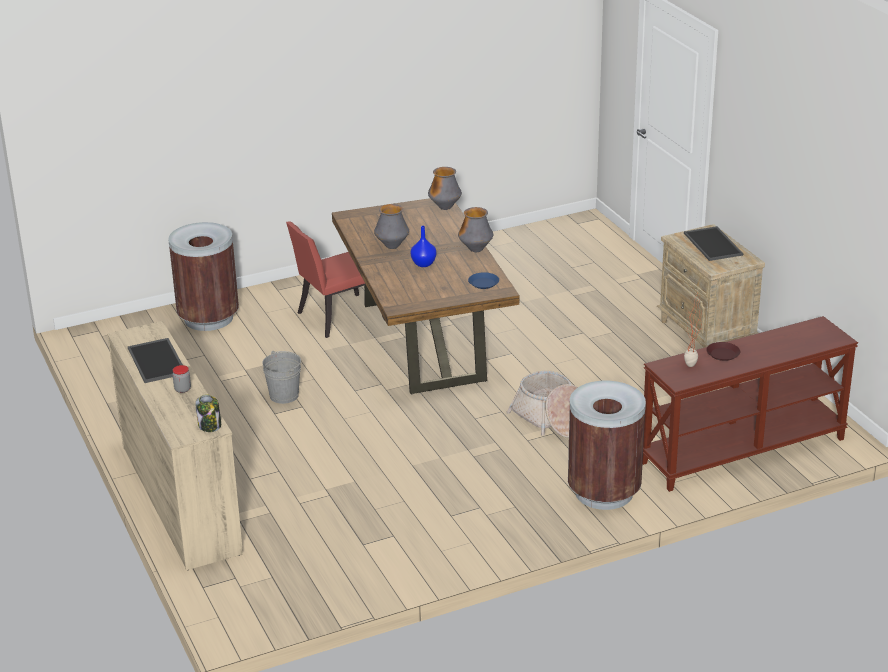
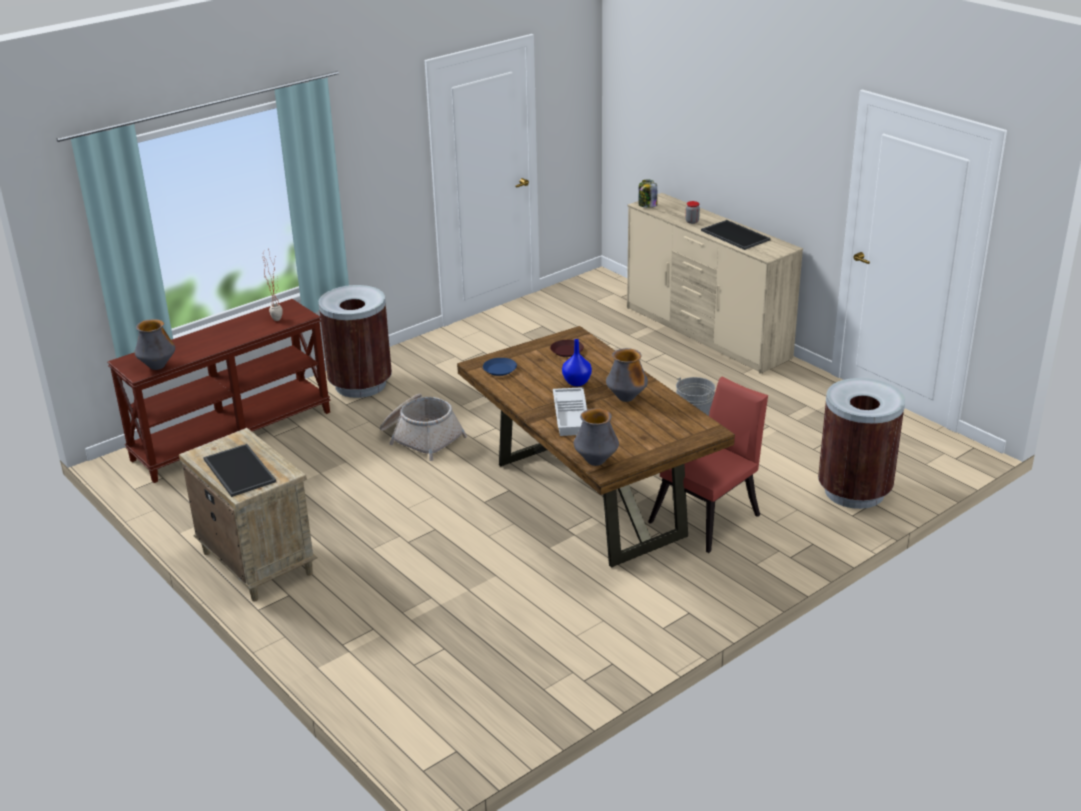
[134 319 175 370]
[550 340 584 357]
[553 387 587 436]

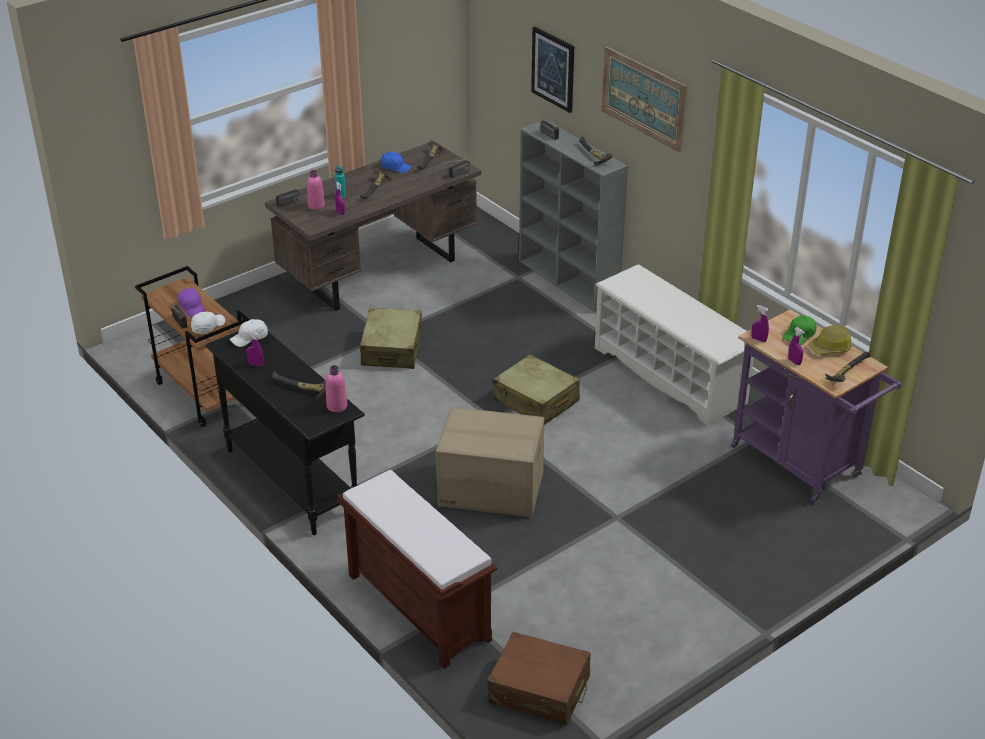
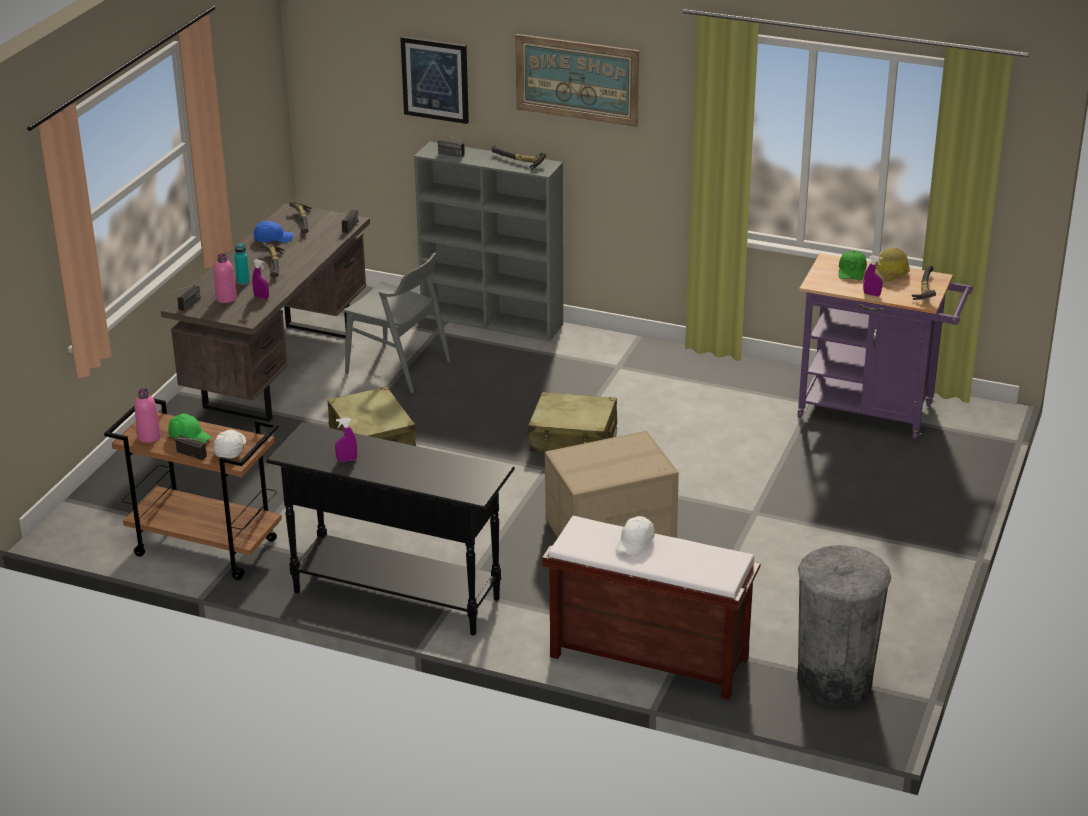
[168 413 211 443]
[616 516 655 556]
[272 371 326 401] (first image)
[134 388 161 443]
[797 545 891 706]
[595 264 754 427] (first image)
[751 305 769 342] (first image)
[344 253 451 393]

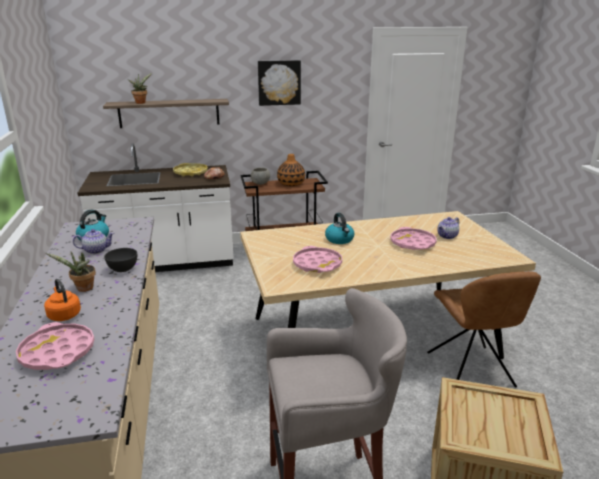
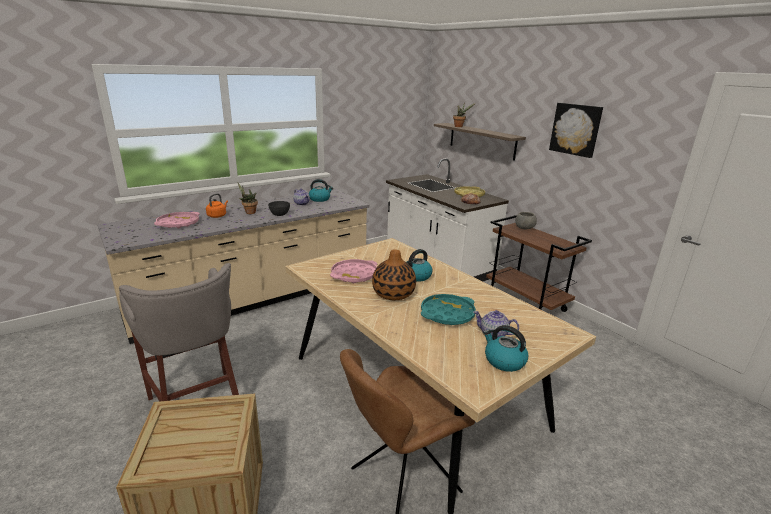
[372 249 416 300]
[421 294 476 325]
[483 325 528 372]

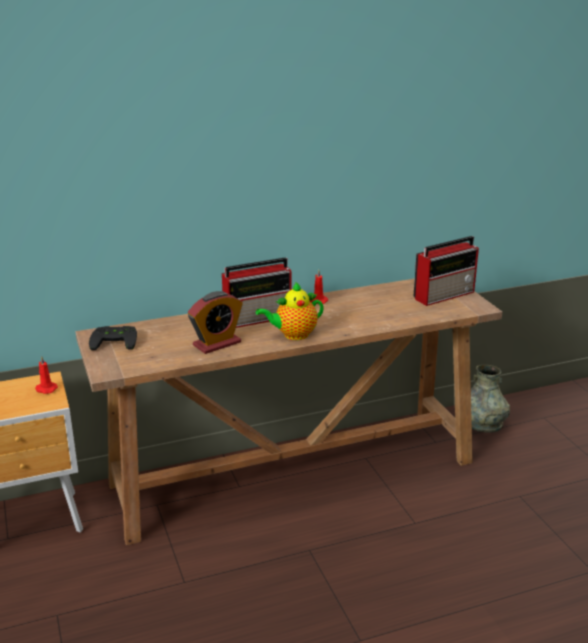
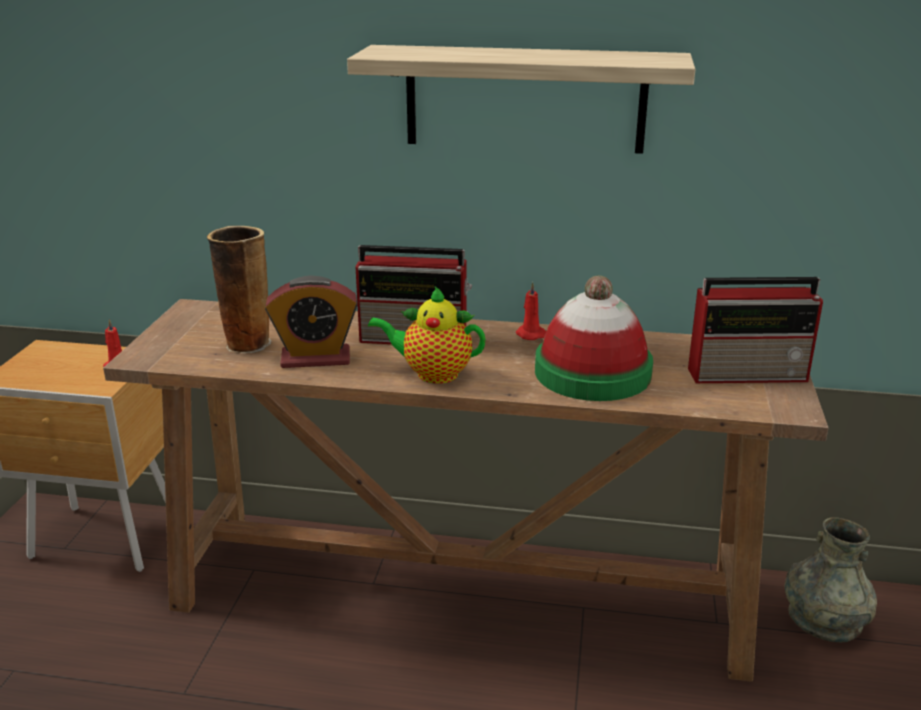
[89 326 137 350] (first image)
[207 226 271 353]
[347 45 695 154]
[535 275 653 401]

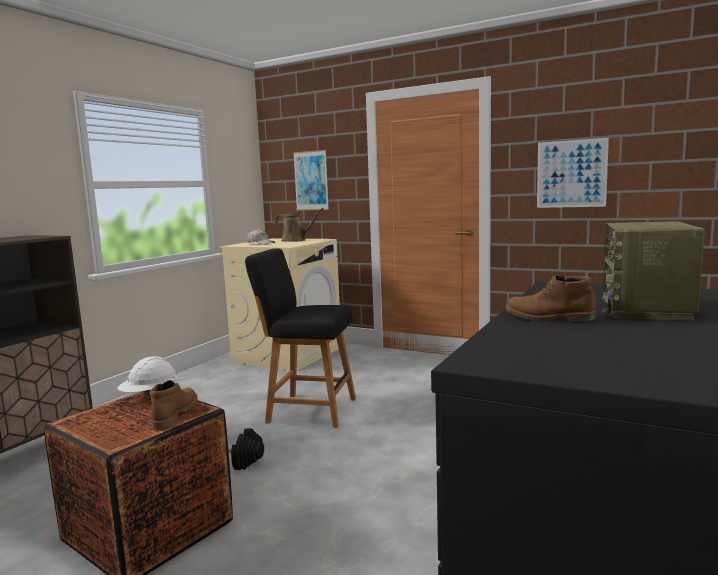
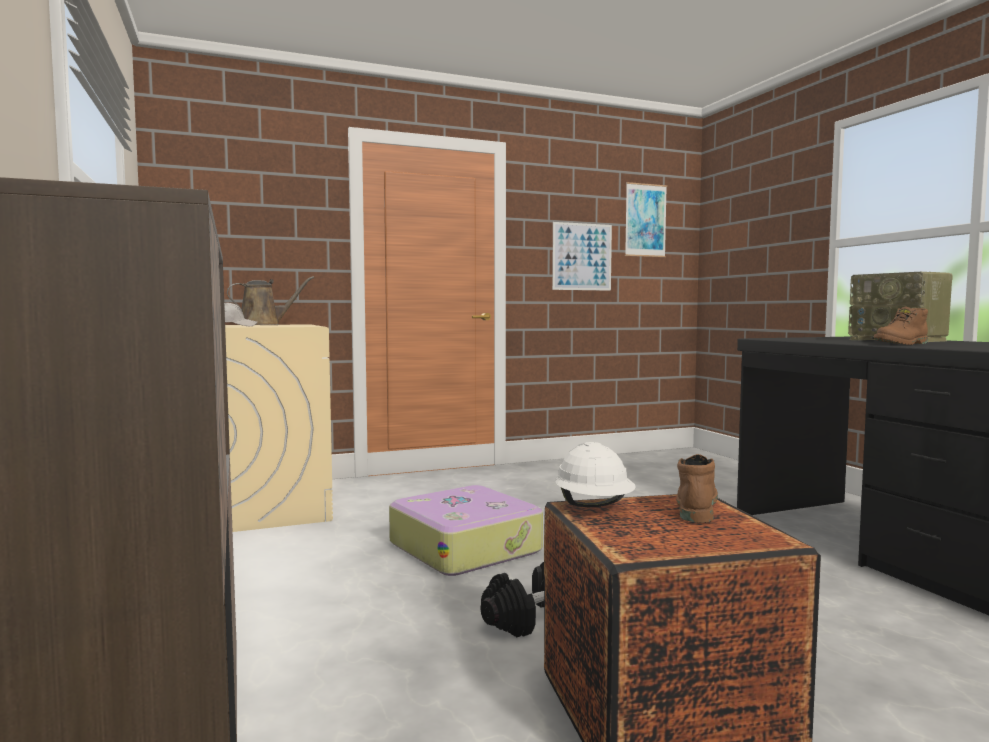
[676 454 718 523]
[389 485 543 576]
[625 182 667 257]

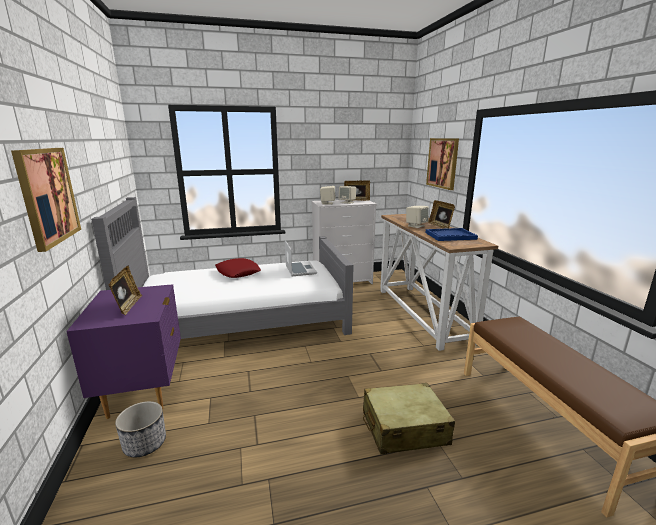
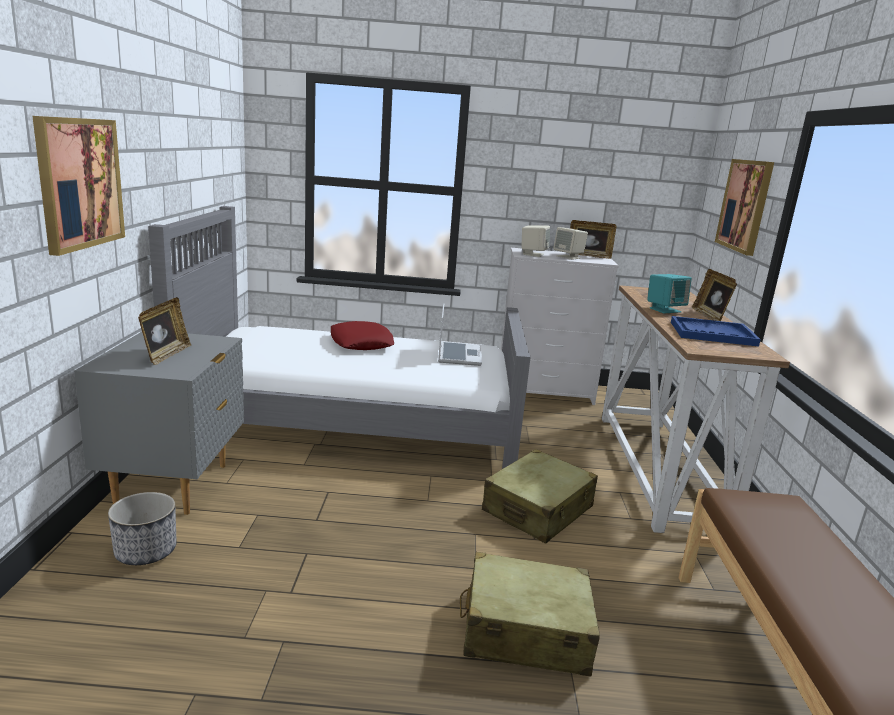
[74 332 244 515]
[647 274 692 314]
[482 449 598 544]

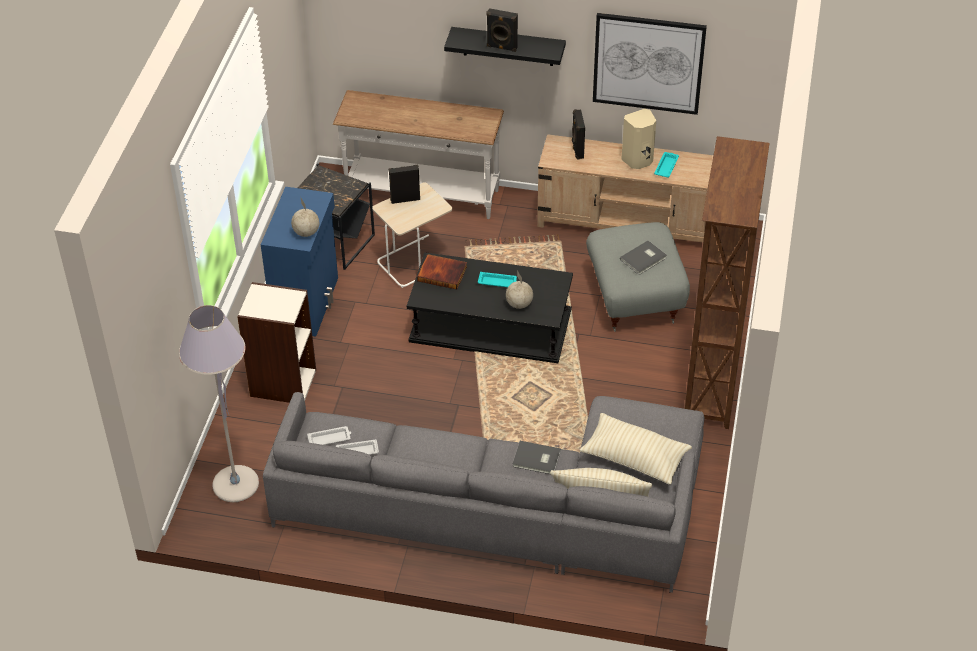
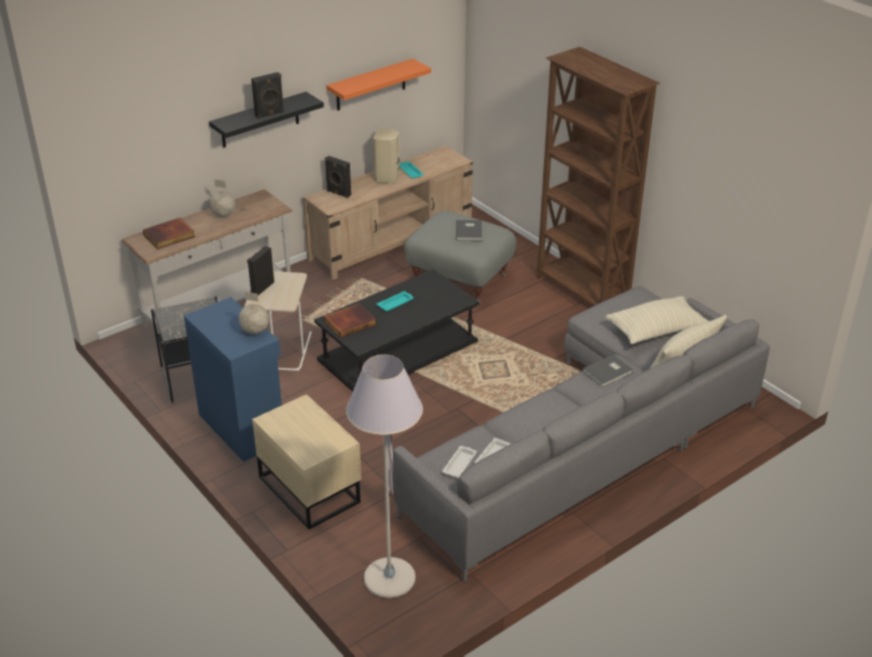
[252 394 361 529]
[209 179 236 217]
[326 59 431 110]
[143 218 195 249]

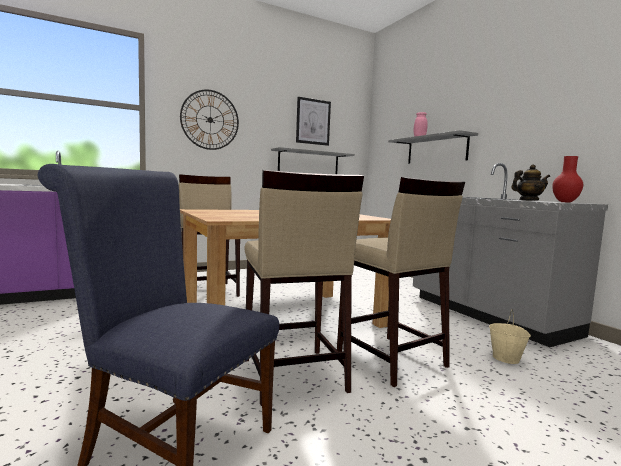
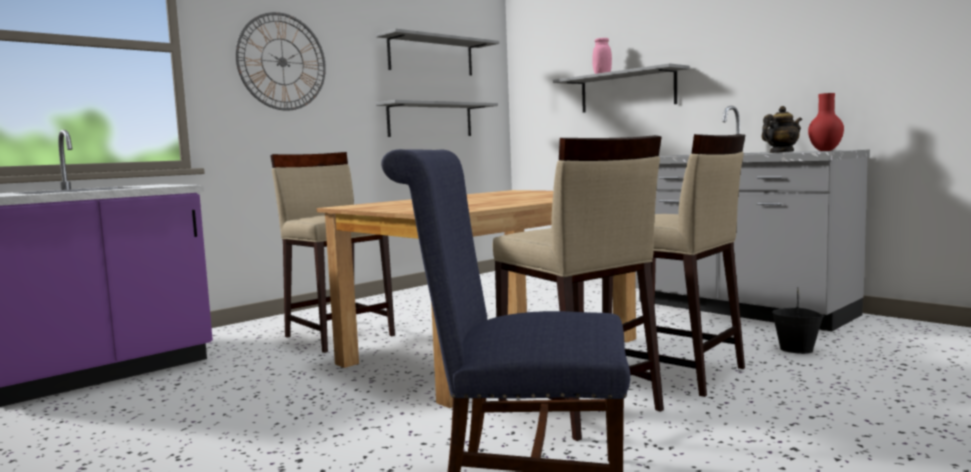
[376 29 499 76]
[772 288 824 354]

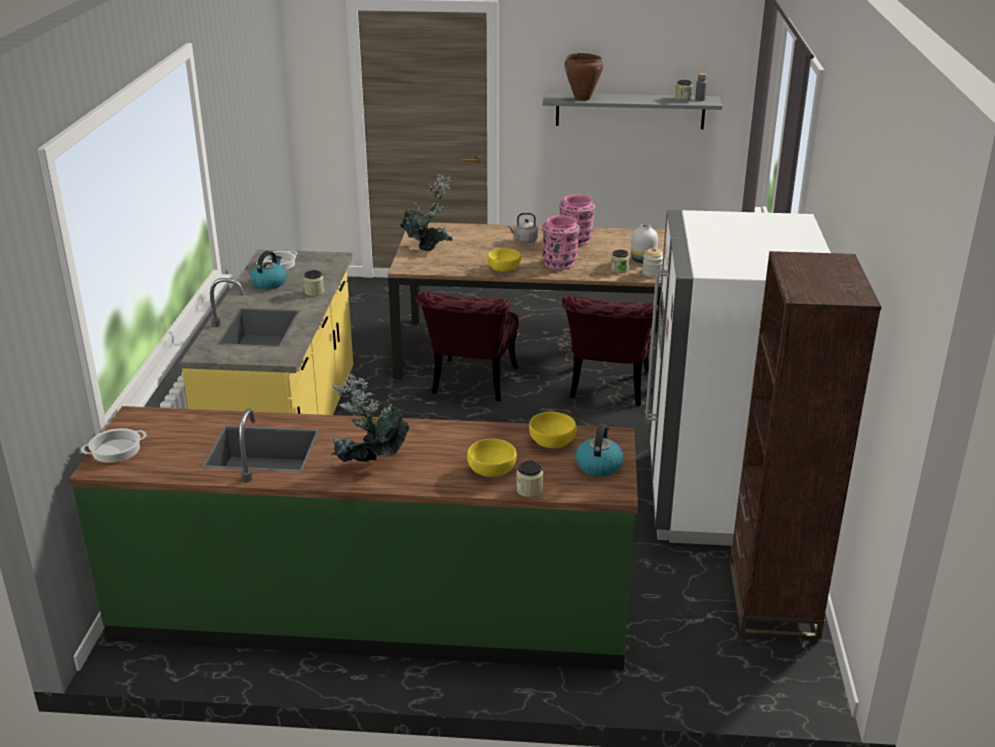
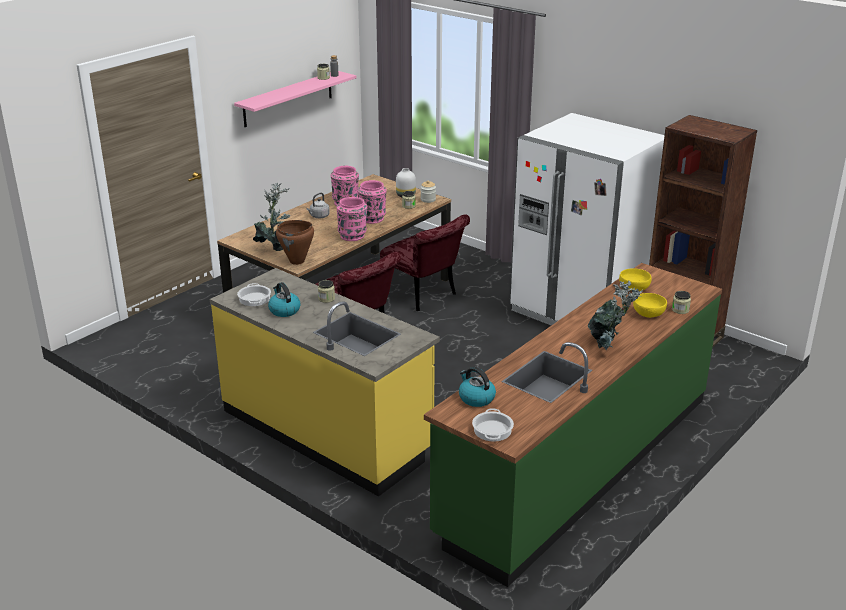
[336 197 367 241]
[234 71 356 127]
[276 220 314 265]
[459 367 496 407]

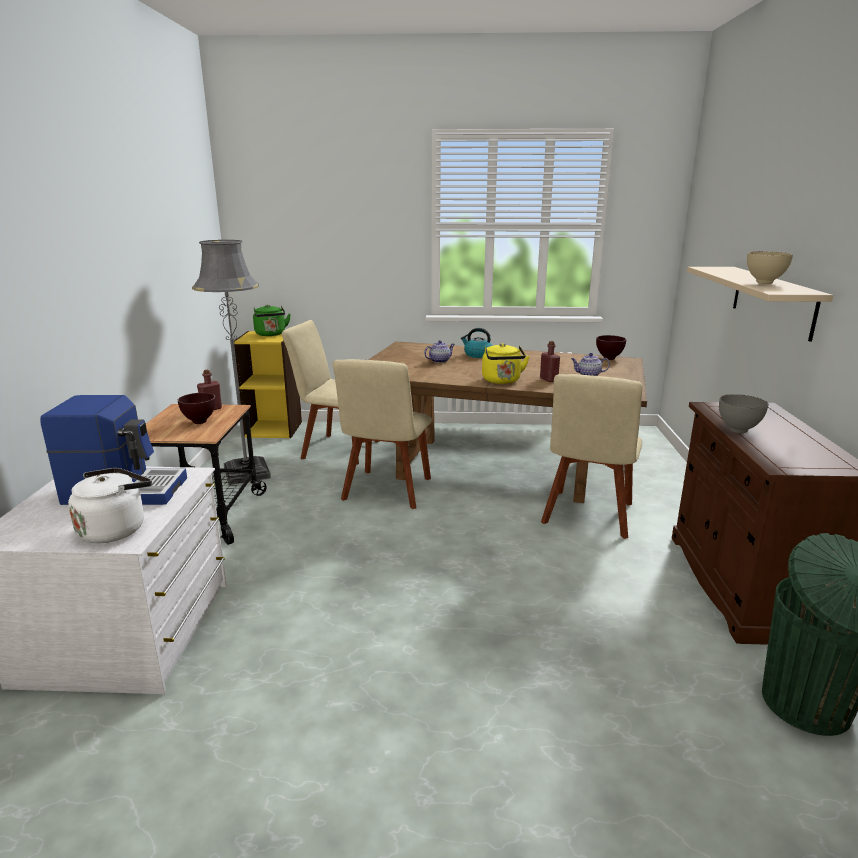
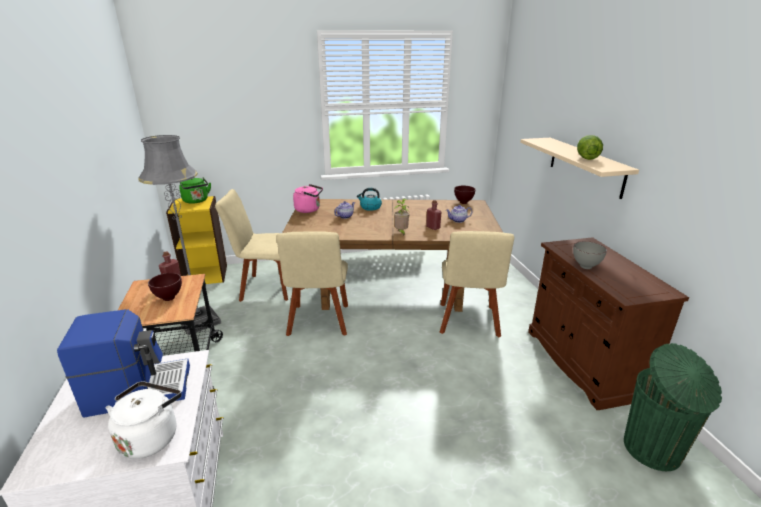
[394 199 410 235]
[577 135 603 160]
[293 184 323 213]

